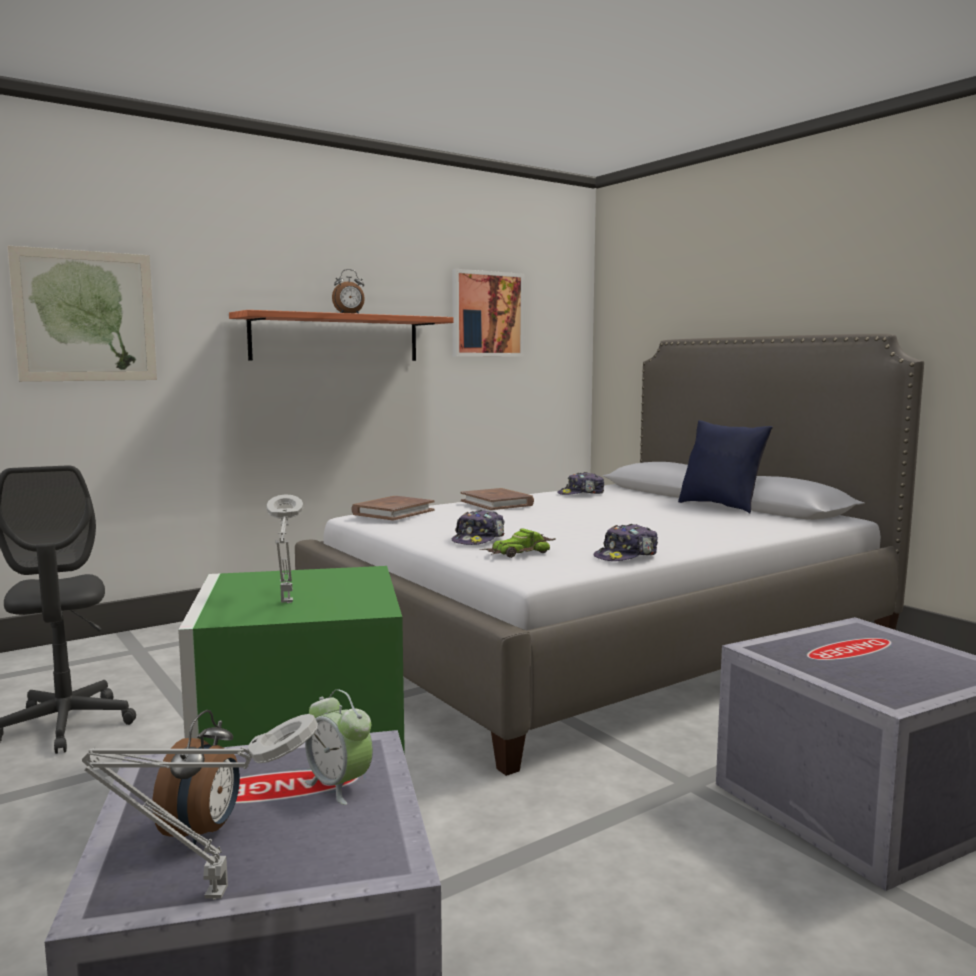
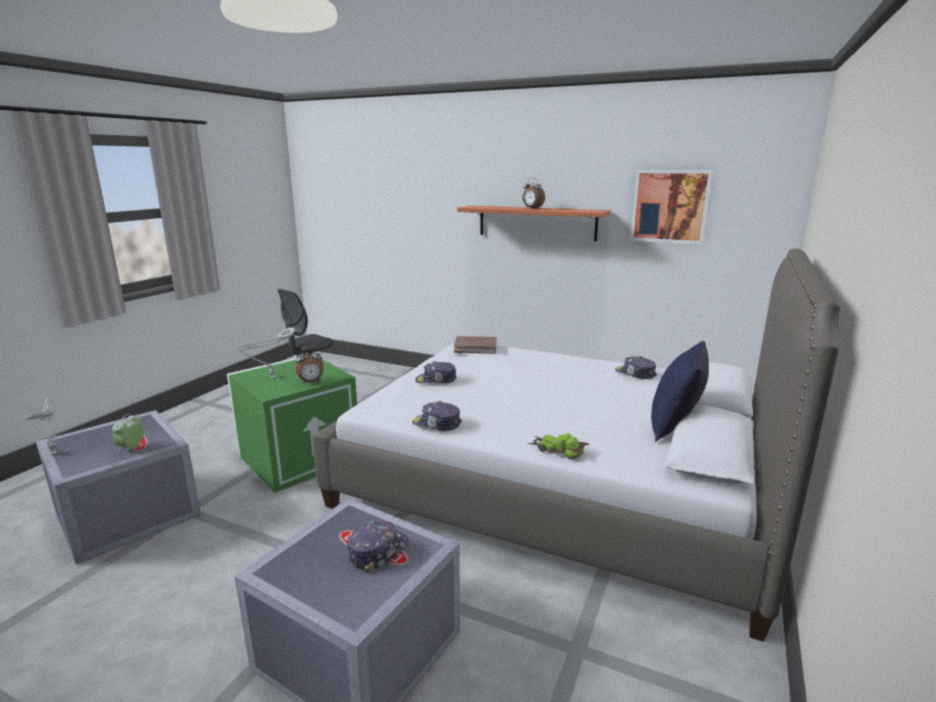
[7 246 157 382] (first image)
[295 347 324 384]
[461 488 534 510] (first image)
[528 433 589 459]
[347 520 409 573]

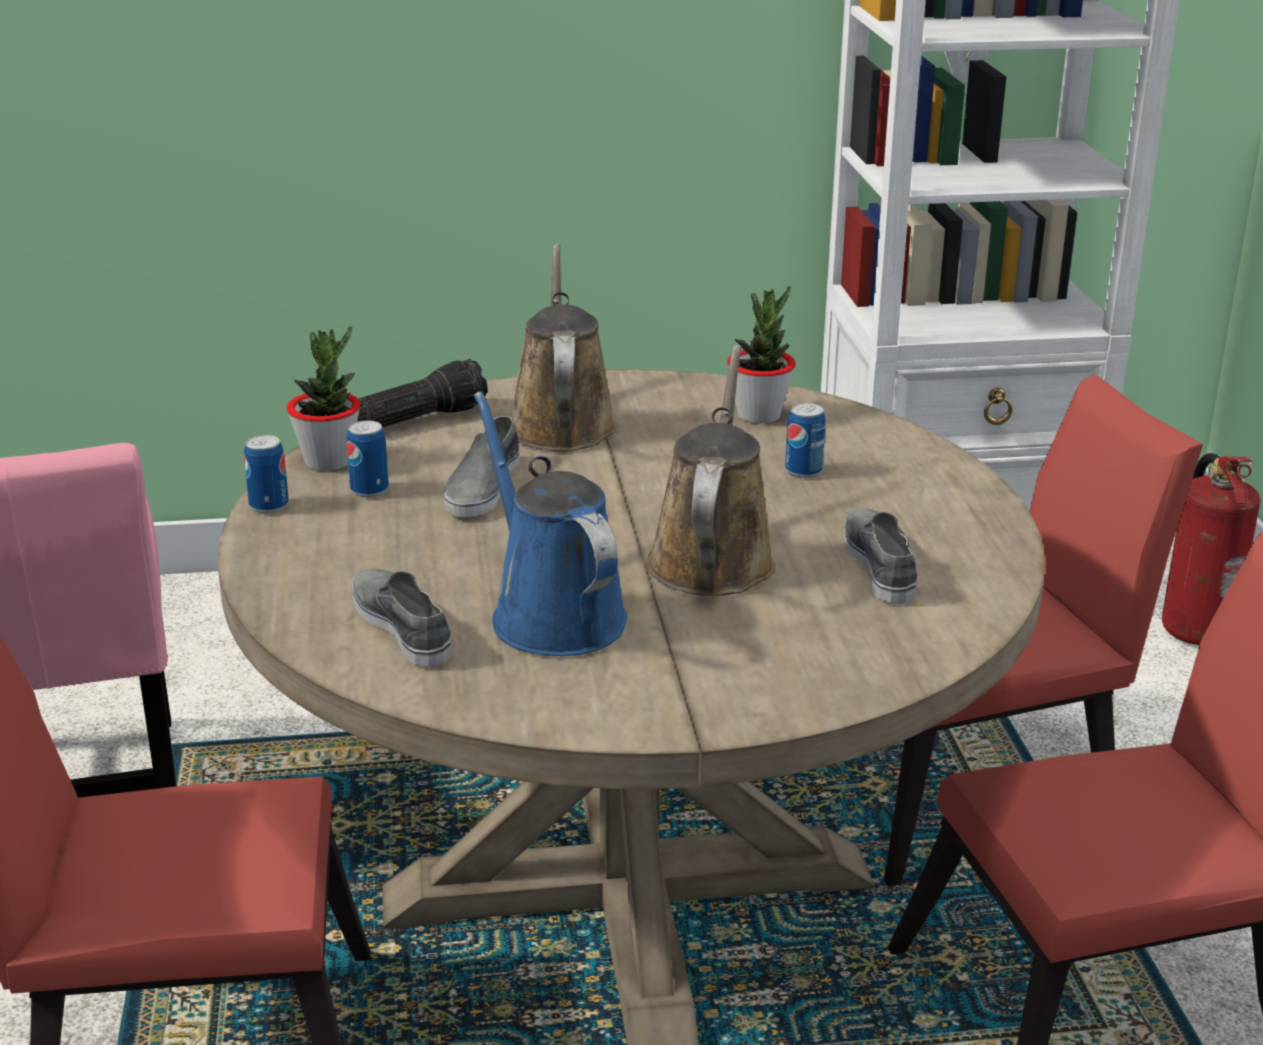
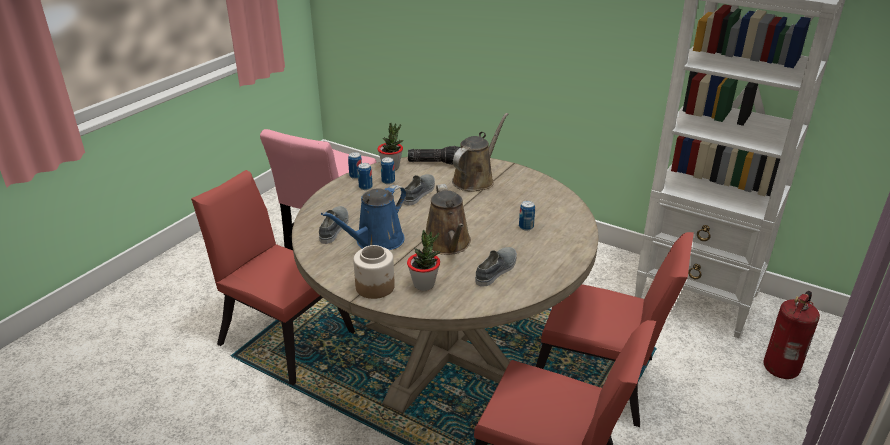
[404 174 435 206]
[321 185 407 250]
[426 184 471 255]
[407 230 441 291]
[353 245 395 299]
[358 163 373 190]

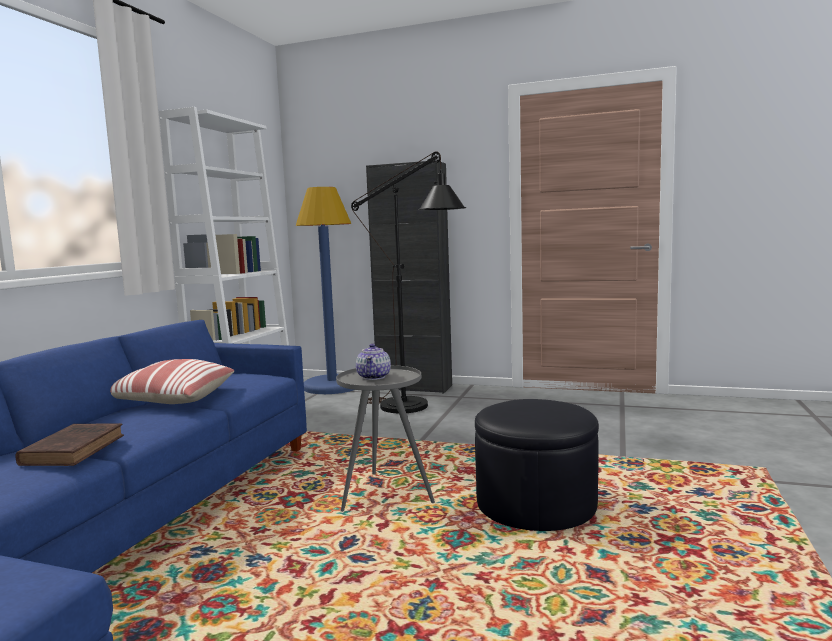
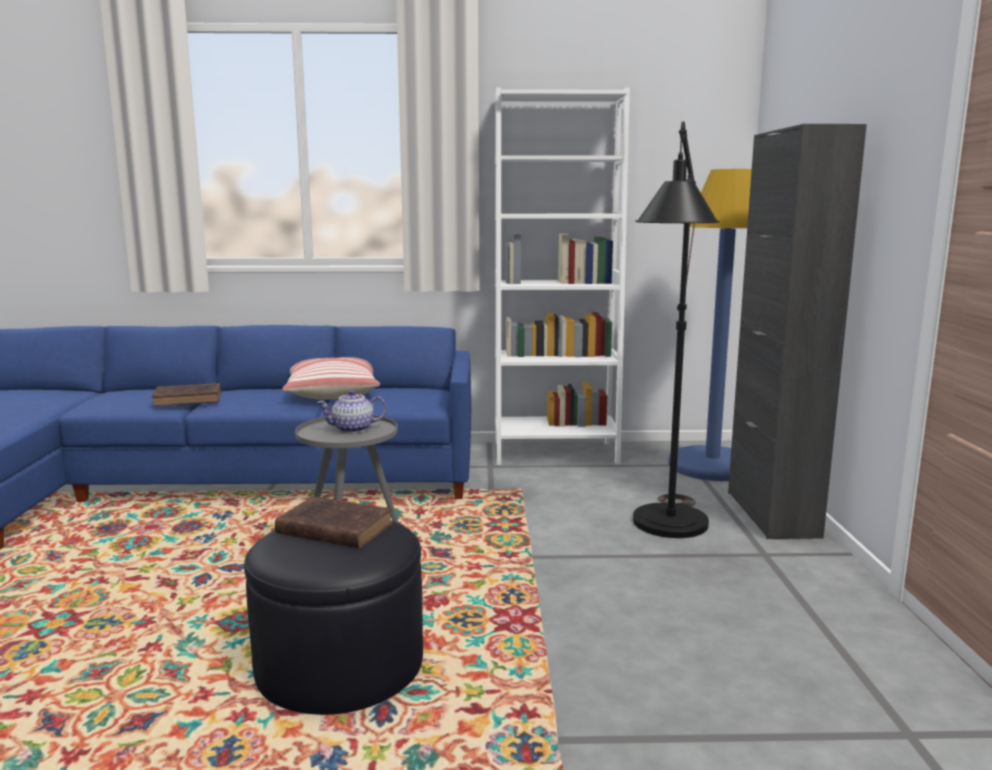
[275 496 393 549]

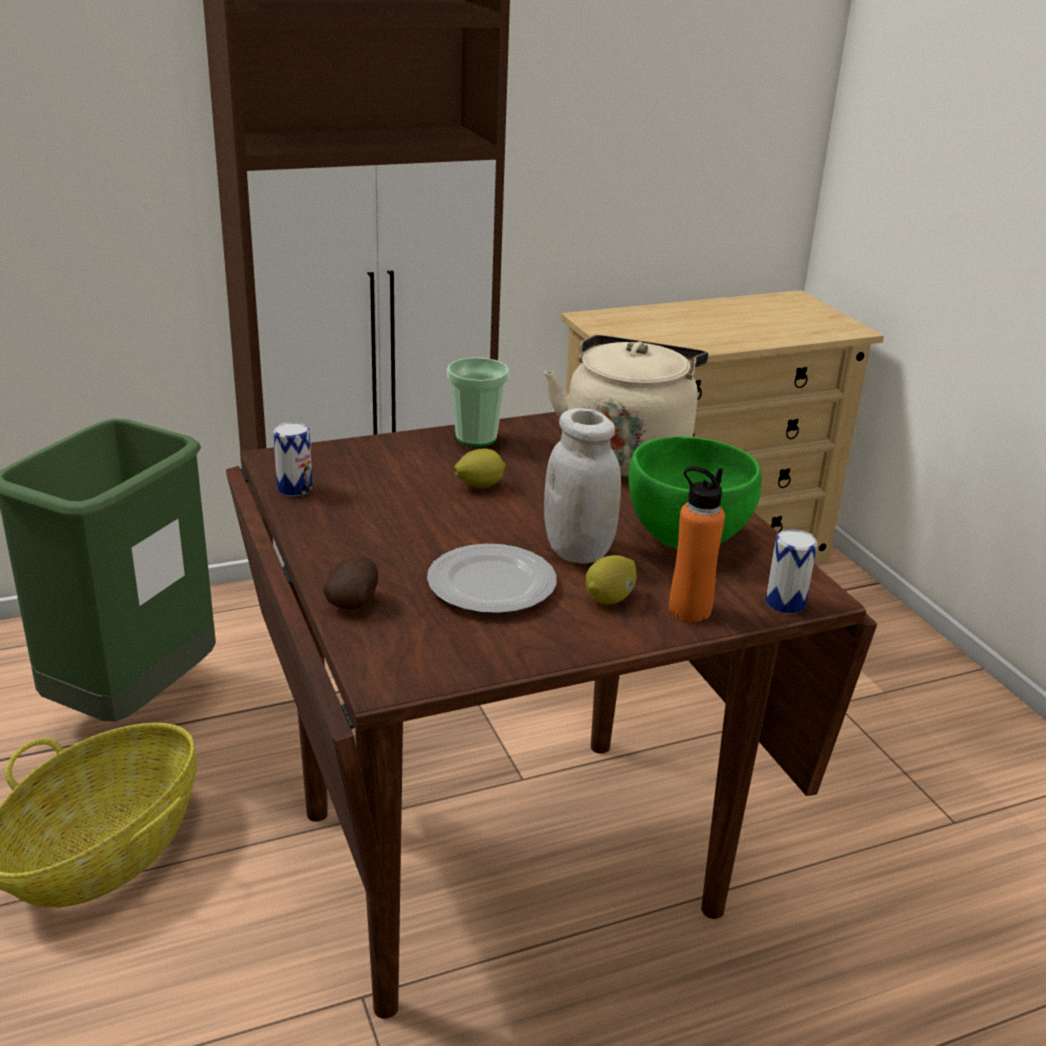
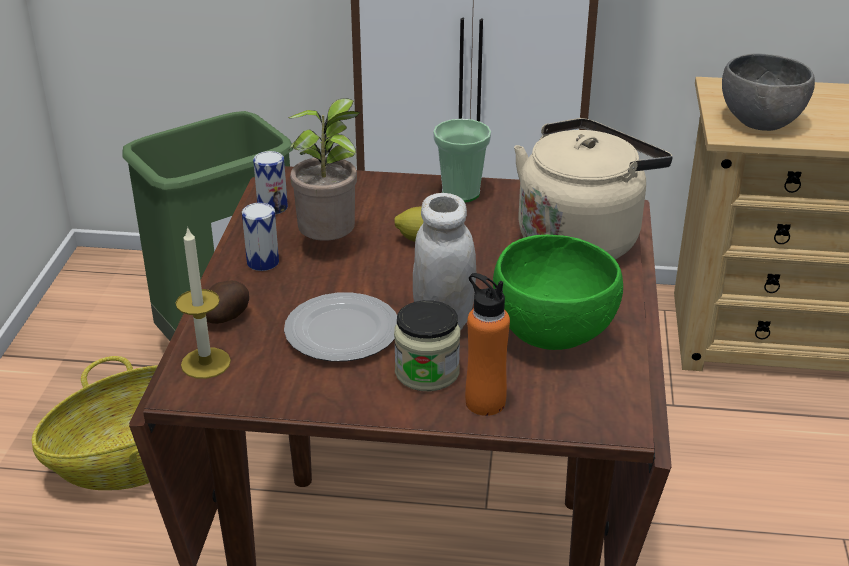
[394 300 460 391]
[242 203 279 271]
[176 226 231 379]
[288 98 361 241]
[722 53 815 131]

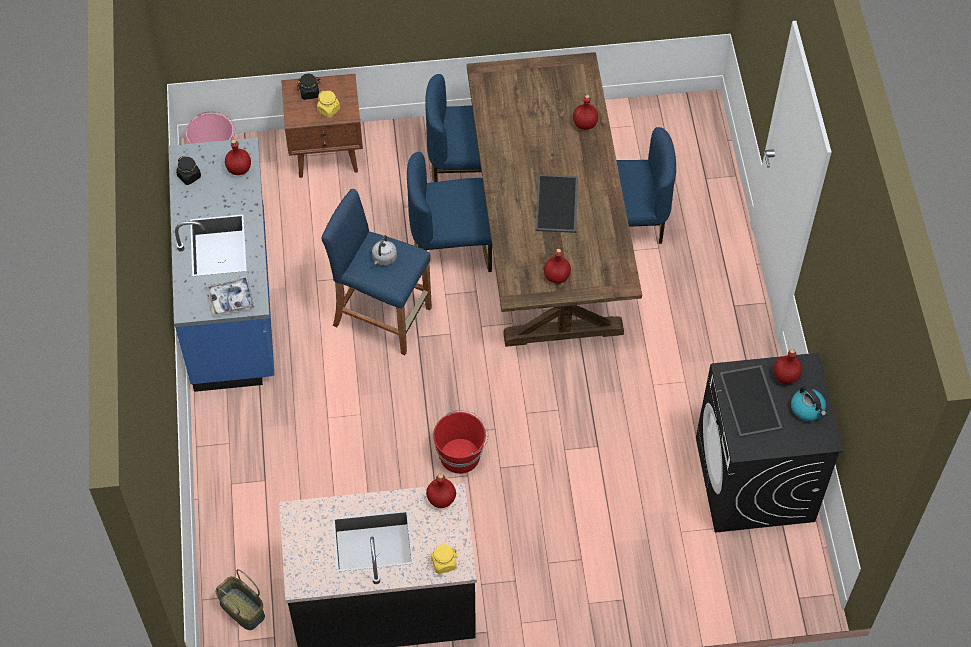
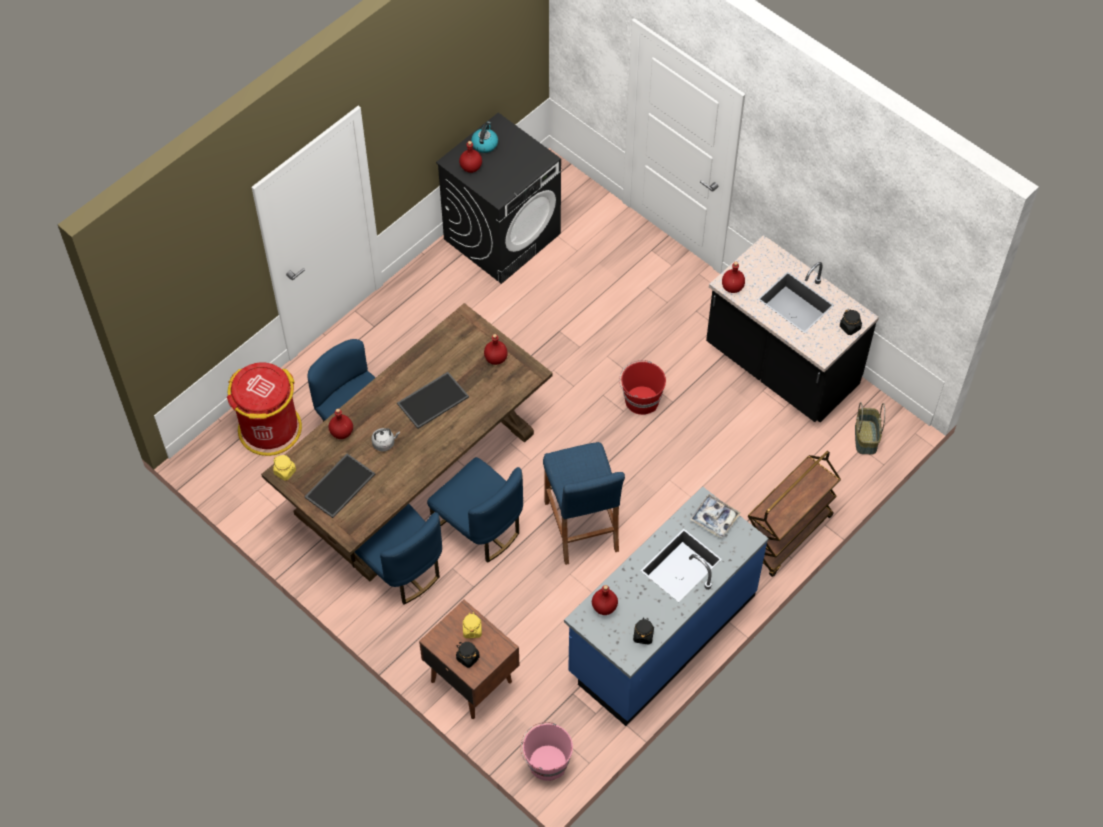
[371 428 400 451]
[273 455 296 481]
[304 454 375 518]
[227 362 302 456]
[748 451 841 577]
[840 309 862 335]

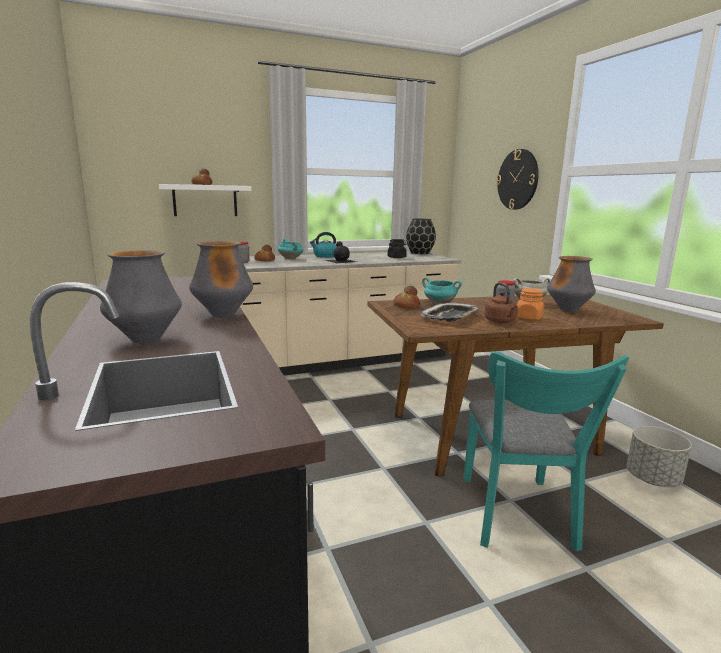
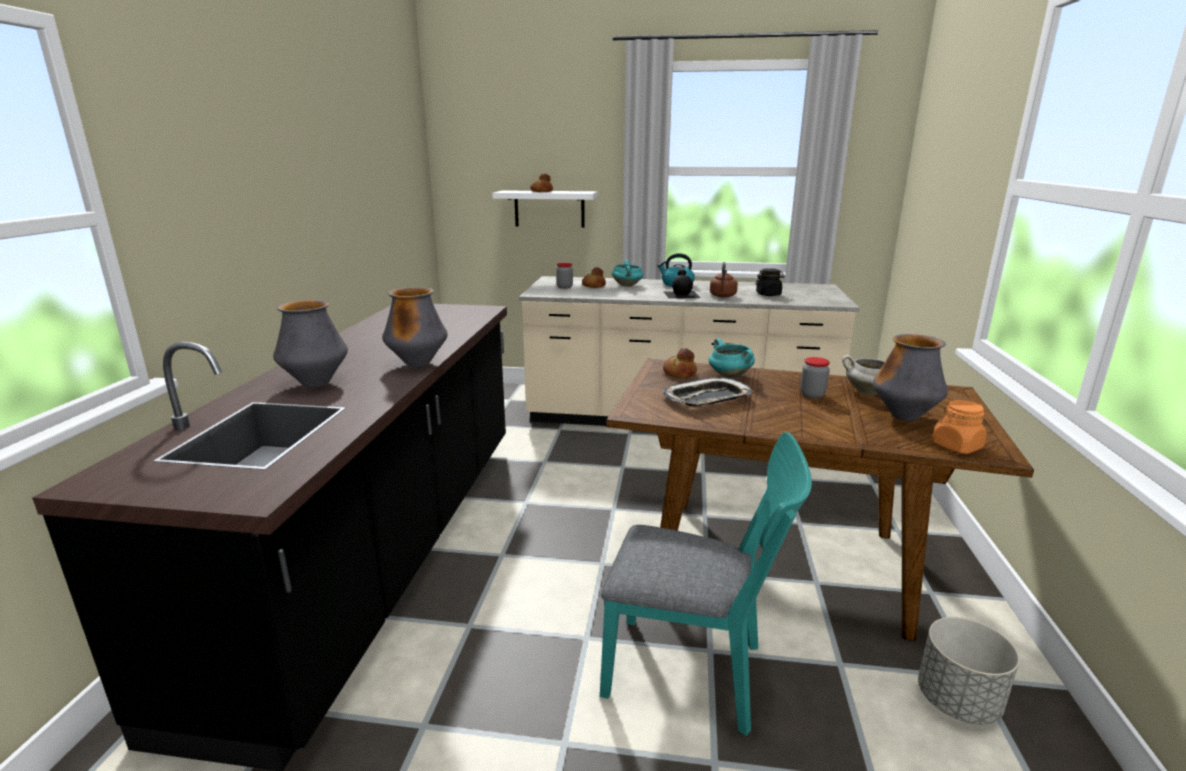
[406 219 436 254] (first image)
[600 432 812 736]
[710 262 738 297]
[496 149 539 210] (first image)
[932 400 987 454]

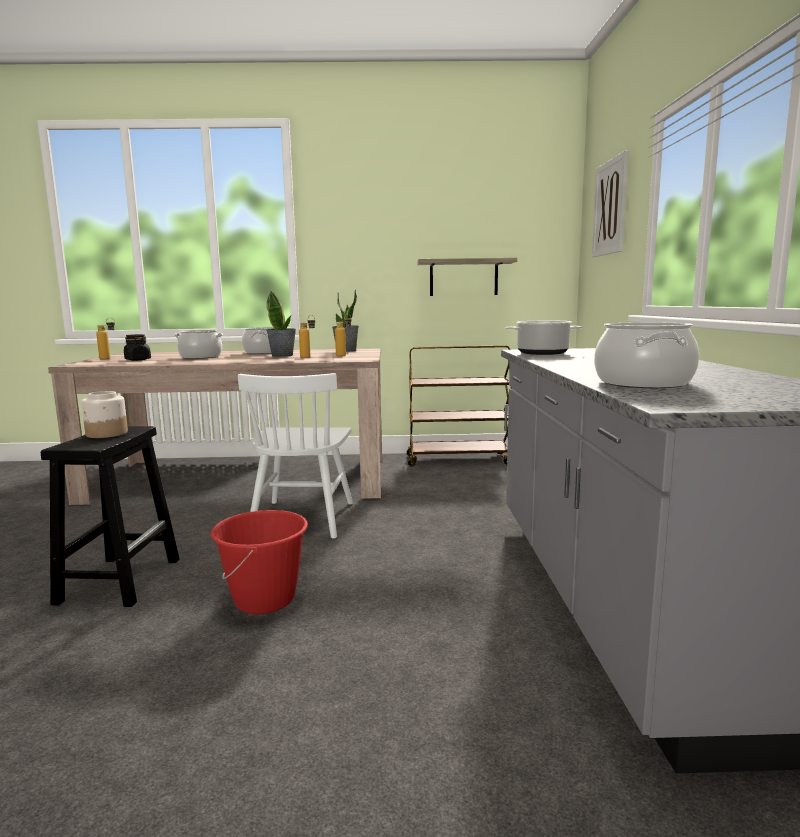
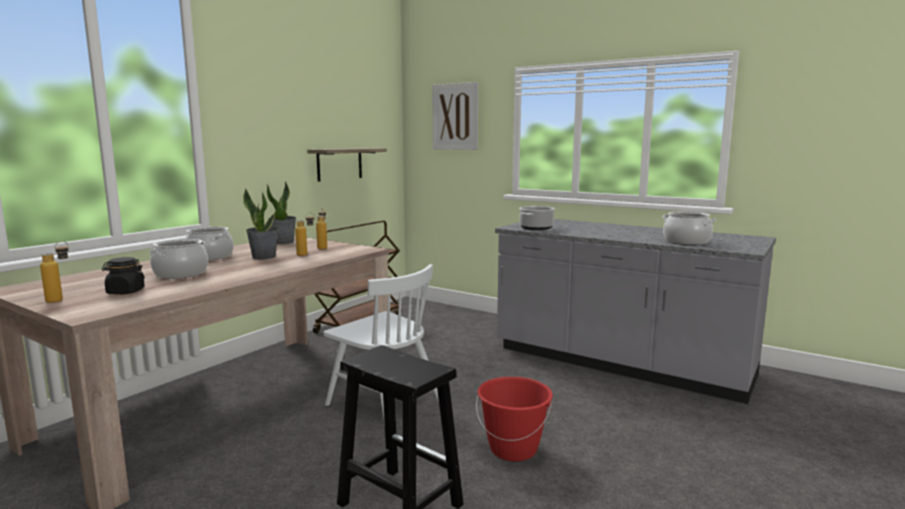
[81 391 128 438] (first image)

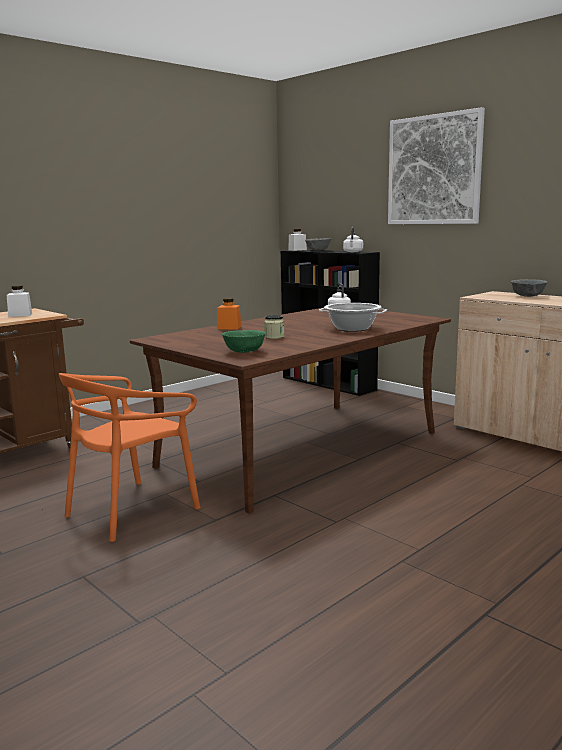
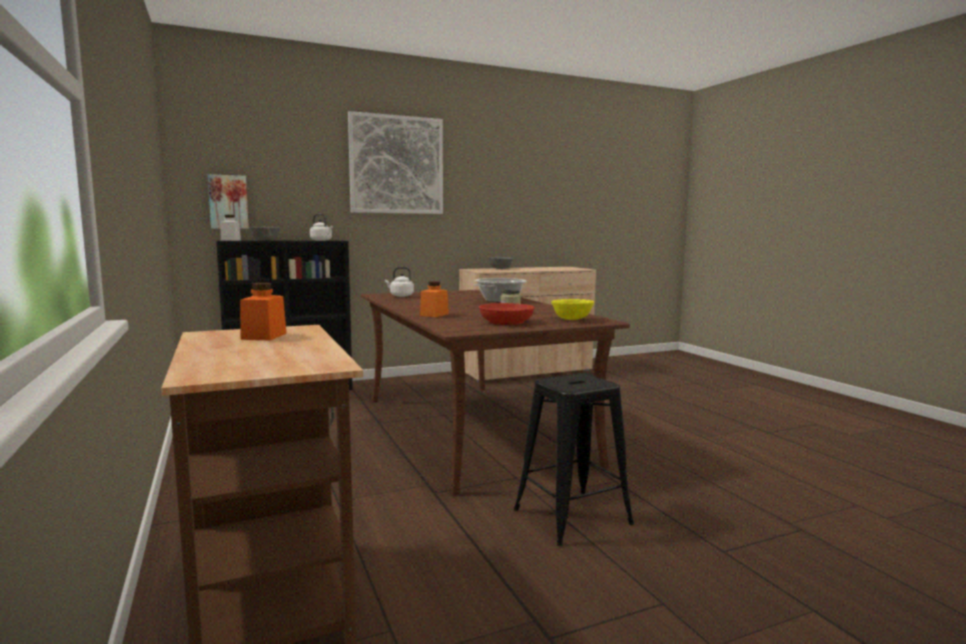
[240 283 287 340]
[514 373 634 546]
[551 299 594 320]
[208 174 249 229]
[479 303 535 325]

